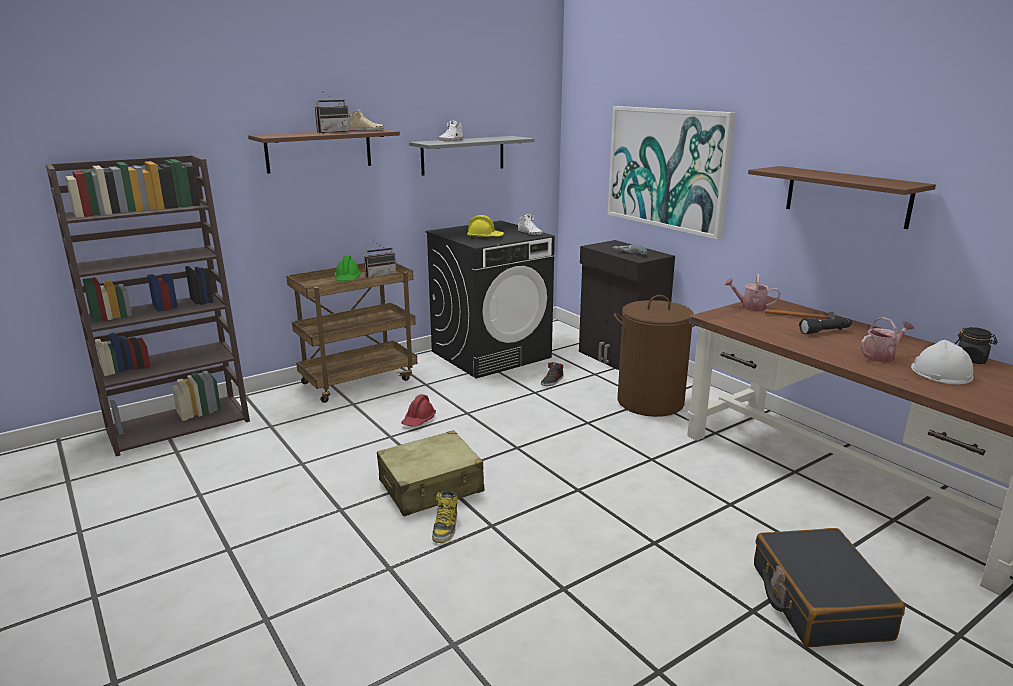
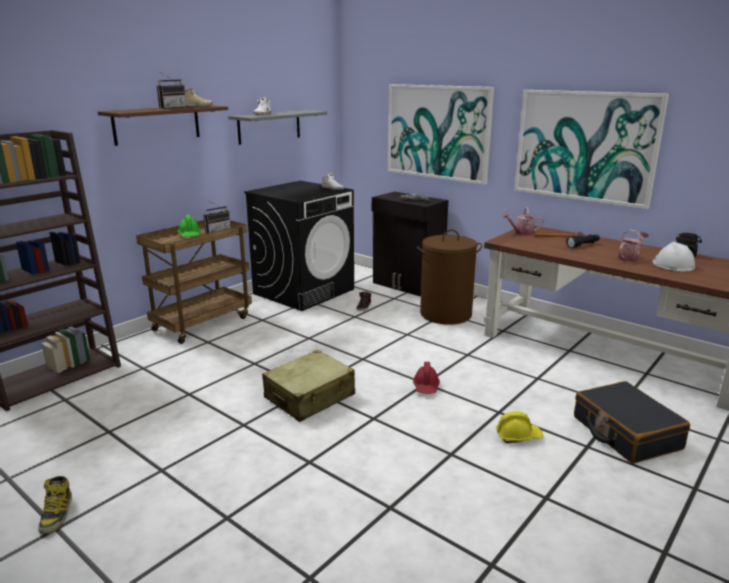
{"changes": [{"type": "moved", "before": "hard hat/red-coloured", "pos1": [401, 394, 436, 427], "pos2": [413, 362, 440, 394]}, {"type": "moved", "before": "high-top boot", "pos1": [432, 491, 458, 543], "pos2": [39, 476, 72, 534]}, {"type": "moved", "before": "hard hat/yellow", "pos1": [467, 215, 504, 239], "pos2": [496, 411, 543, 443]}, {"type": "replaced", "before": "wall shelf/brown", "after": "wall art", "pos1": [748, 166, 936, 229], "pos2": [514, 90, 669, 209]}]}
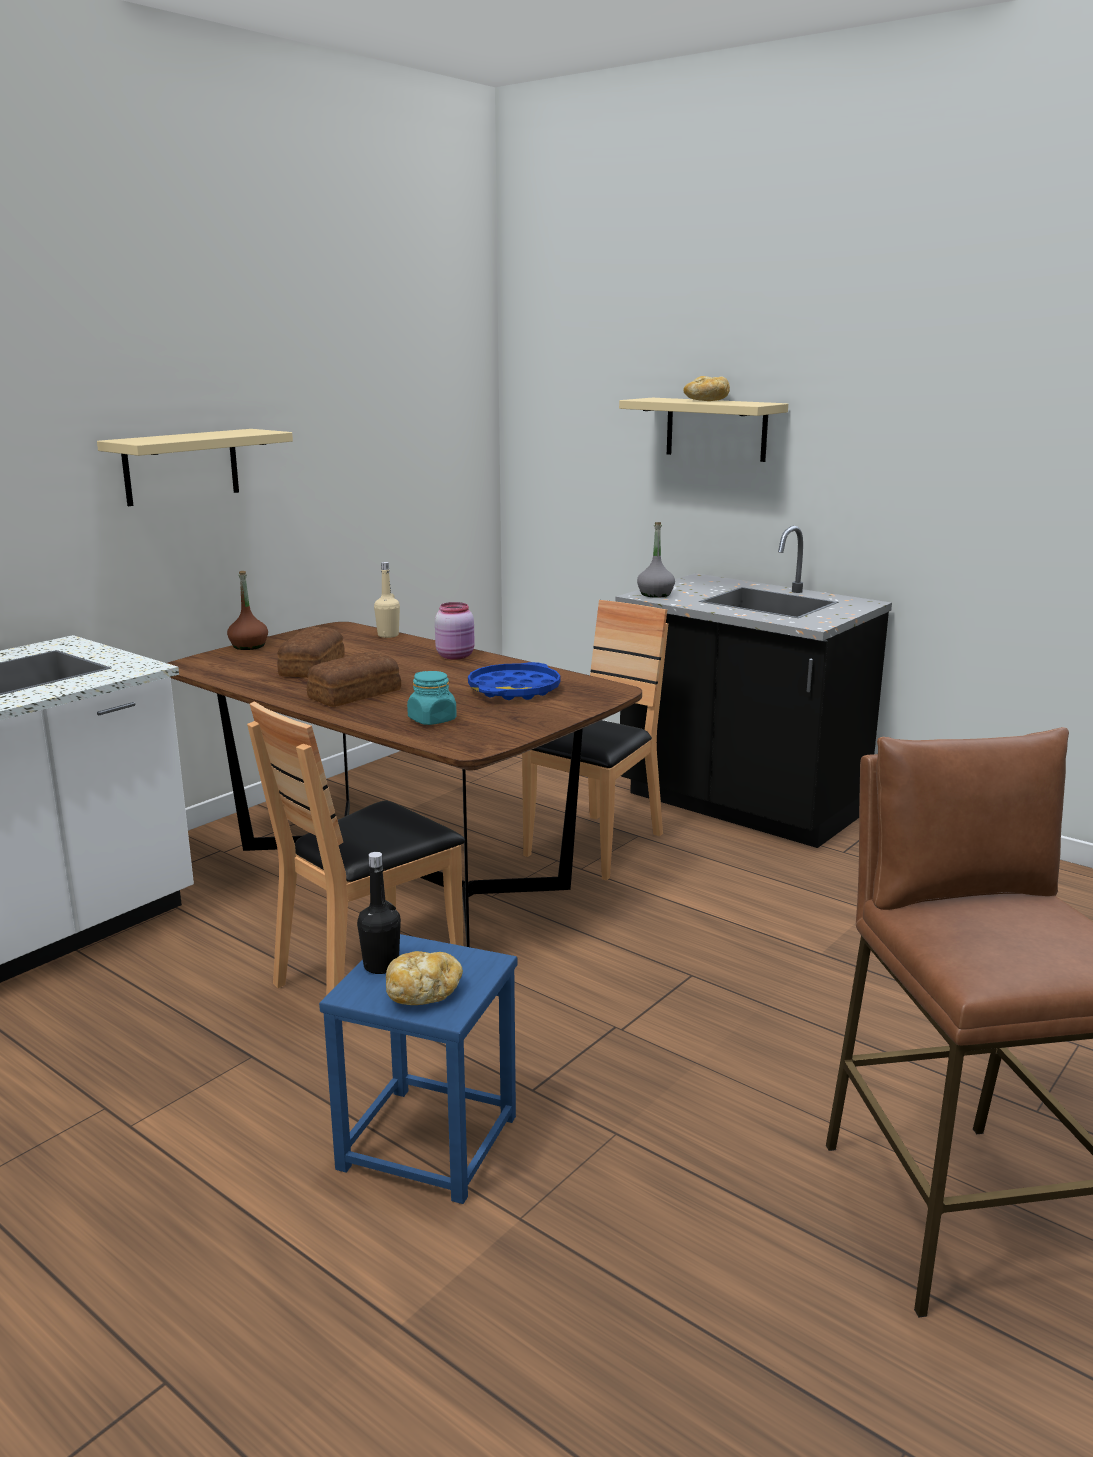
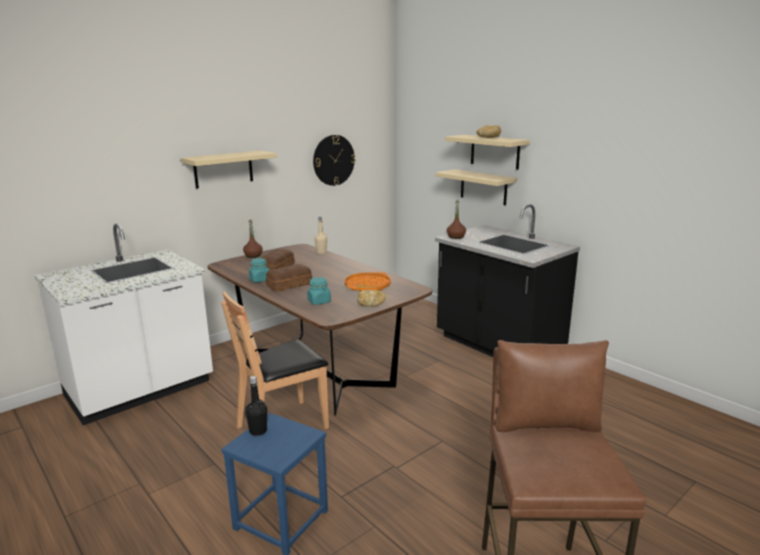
{"changes": [{"type": "moved", "before": "baked bread", "pos1": [386, 951, 463, 1005], "pos2": [357, 290, 386, 307]}, {"type": "removed", "before": "jar/pink", "pos1": [435, 602, 475, 660]}, {"type": "recoloured", "before": "carrying tray/blue", "after": "carrying tray/orange", "pos1": [468, 662, 560, 700], "pos2": [345, 272, 391, 291]}, {"type": "removed", "before": "plain chair/brown", "pos1": [522, 600, 668, 880]}, {"type": "recoloured", "before": "beverage bottle/grey", "after": "beverage bottle/brown", "pos1": [637, 522, 675, 598], "pos2": [447, 201, 466, 239]}, {"type": "added", "after": "jar/turquoise-coloured", "pos2": [249, 258, 269, 282]}, {"type": "added", "after": "hanging clock", "pos2": [313, 135, 355, 186]}, {"type": "added", "after": "wall shelf/beige-coloured", "pos2": [435, 169, 517, 206]}]}
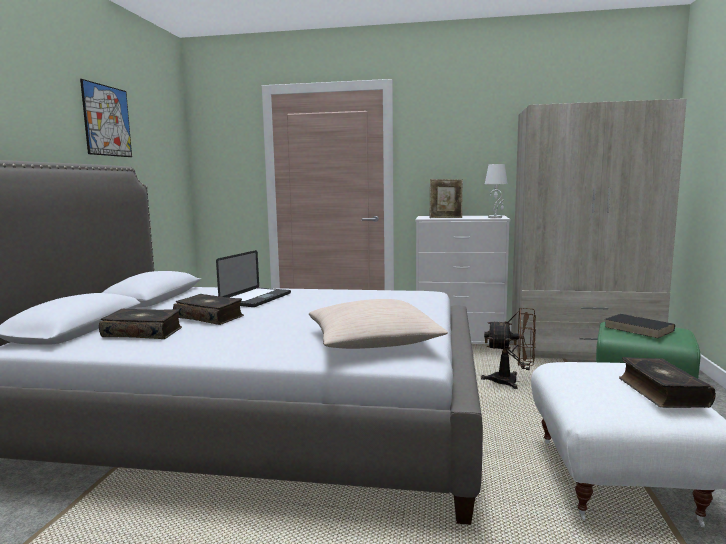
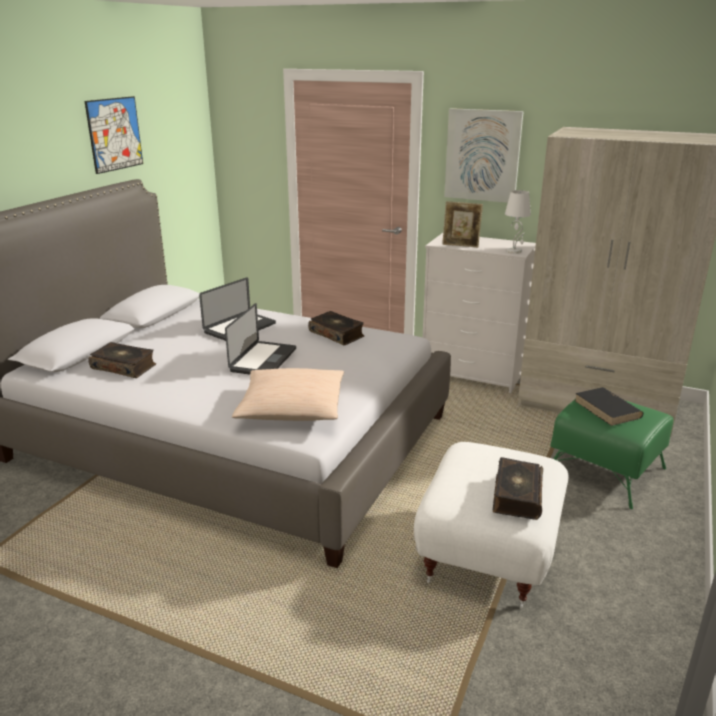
{"changes": [{"type": "moved", "before": "volume", "pos1": [173, 294, 244, 325], "pos2": [308, 311, 364, 345]}, {"type": "removed", "before": "electric fan/brown", "pos1": [481, 308, 536, 389]}, {"type": "added", "after": "notebook computer", "pos2": [225, 303, 296, 375]}, {"type": "added", "after": "wall art", "pos2": [444, 108, 524, 203]}]}
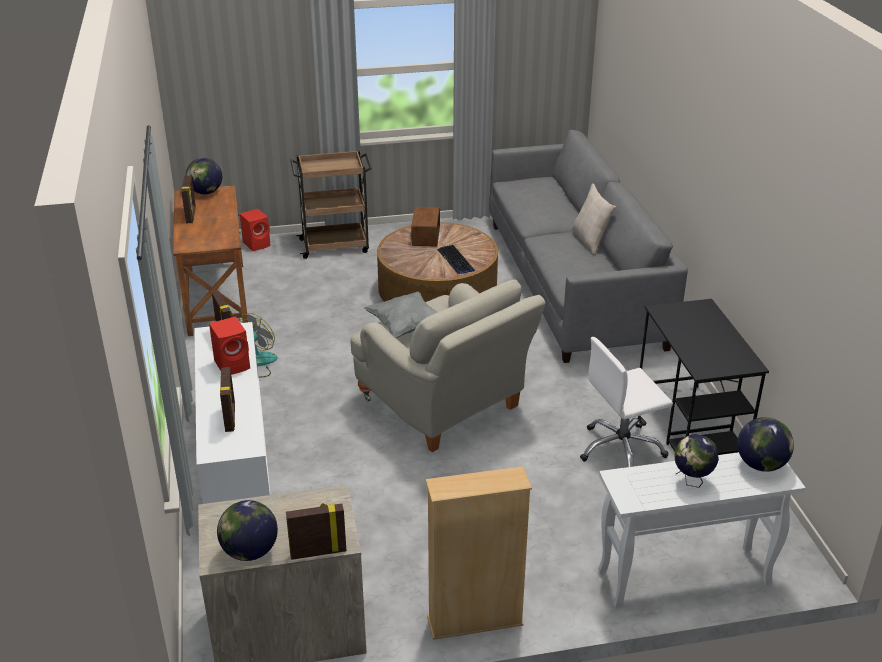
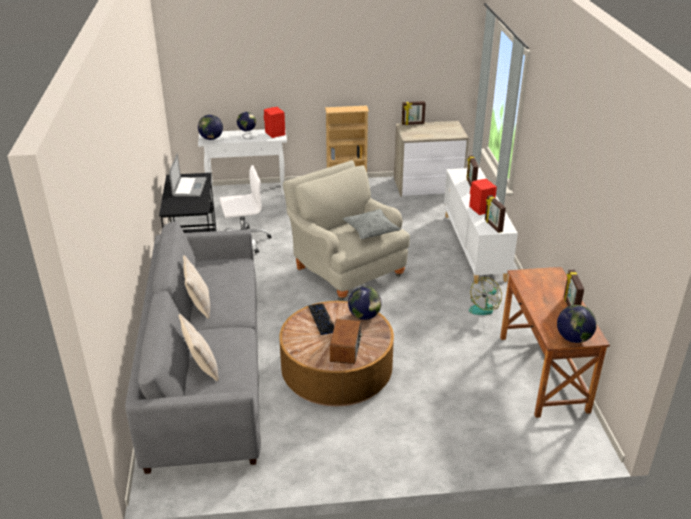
{"changes": [{"type": "moved", "before": "desk globe", "pos1": [217, 500, 278, 561], "pos2": [348, 286, 382, 320]}, {"type": "moved", "before": "audio speaker/red-coloured", "pos1": [240, 209, 271, 251], "pos2": [264, 107, 285, 138]}, {"type": "removed", "before": "wheeled cart/brown", "pos1": [290, 151, 372, 259]}, {"type": "added", "after": "notebook computer", "pos2": [169, 154, 207, 197]}, {"type": "added", "after": "throw pillow/beige-coloured", "pos2": [179, 314, 219, 381]}]}
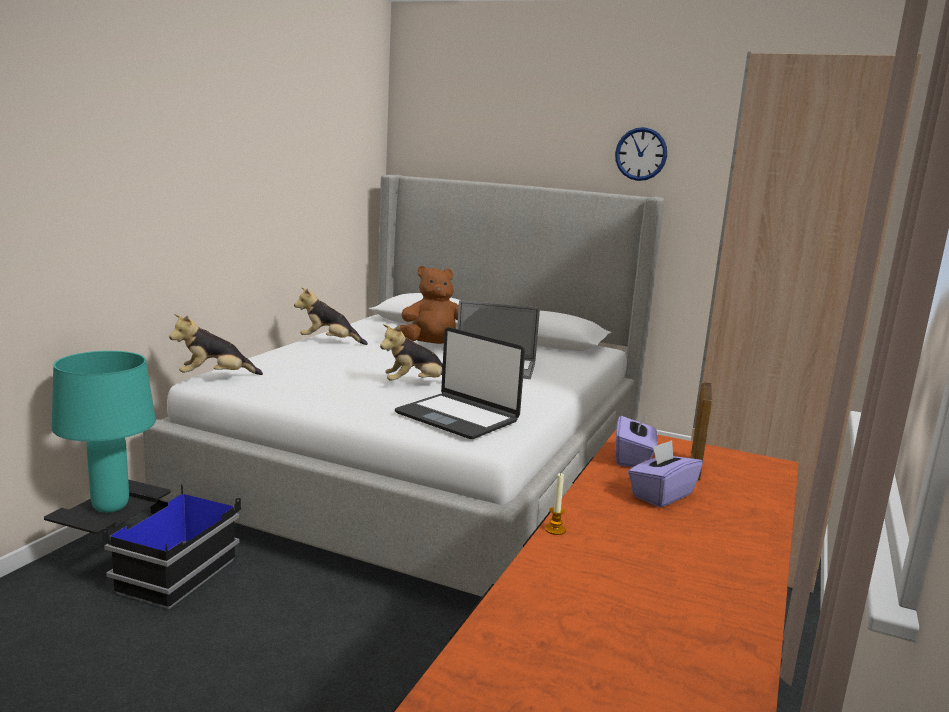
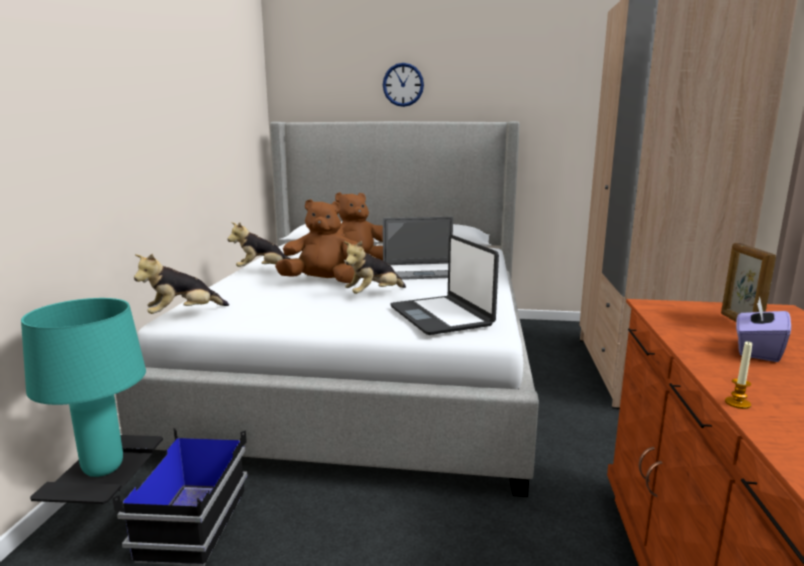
{"changes": [{"type": "turned", "before": "notebook computer", "pos1": [395, 327, 525, 439], "pos2": [390, 235, 499, 335], "turn": 45}, {"type": "moved", "before": "hanging clock", "pos1": [615, 127, 667, 181], "pos2": [383, 63, 424, 107]}, {"type": "removed", "before": "tissue holder/purple-coloured", "pos1": [615, 413, 658, 467]}, {"type": "added", "after": "soft toy/brown", "pos2": [275, 199, 357, 283]}]}
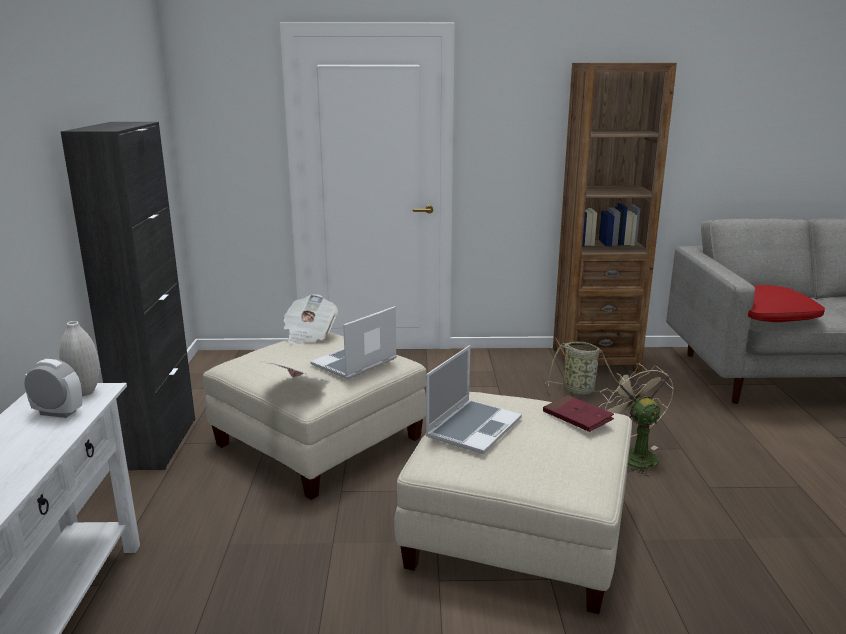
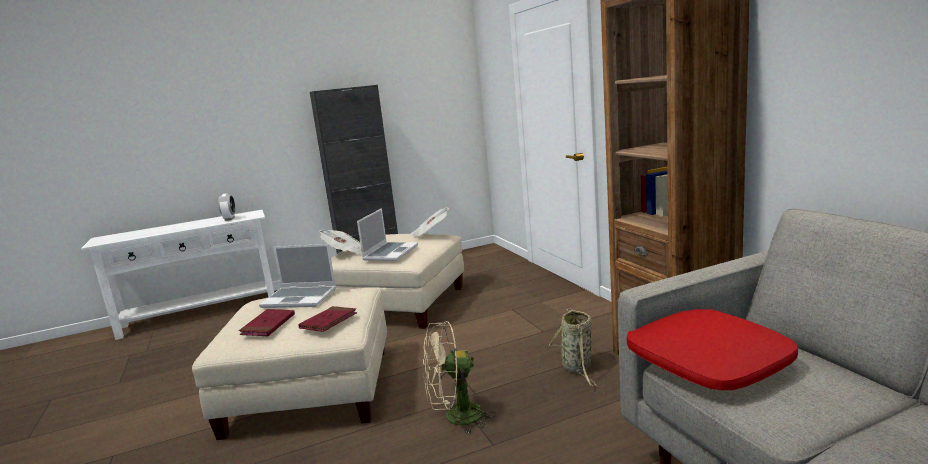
{"changes": [{"type": "removed", "before": "vase/white", "pos1": [59, 321, 99, 396]}, {"type": "turned", "before": "notebook computer", "pos1": [310, 306, 397, 379], "pos2": [357, 208, 418, 261], "turn": 90}, {"type": "turned", "before": "electric fan/beige-coloured", "pos1": [599, 363, 674, 476], "pos2": [423, 321, 496, 434], "turn": -150}, {"type": "added", "after": "volume/red-coloured", "pos2": [239, 309, 295, 337]}]}
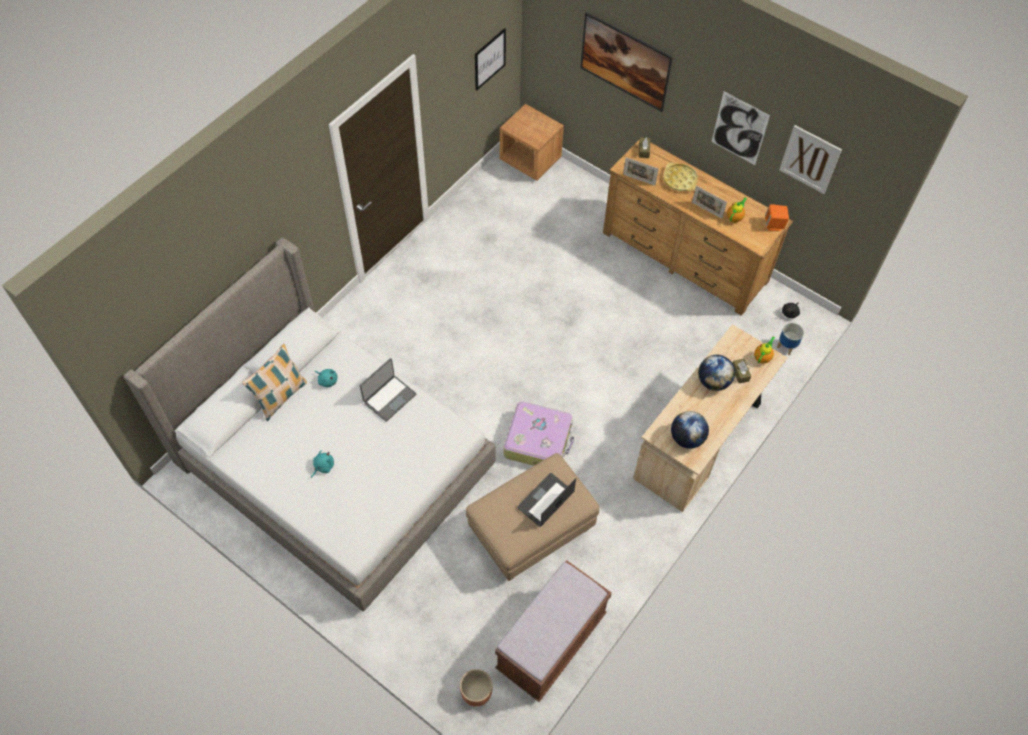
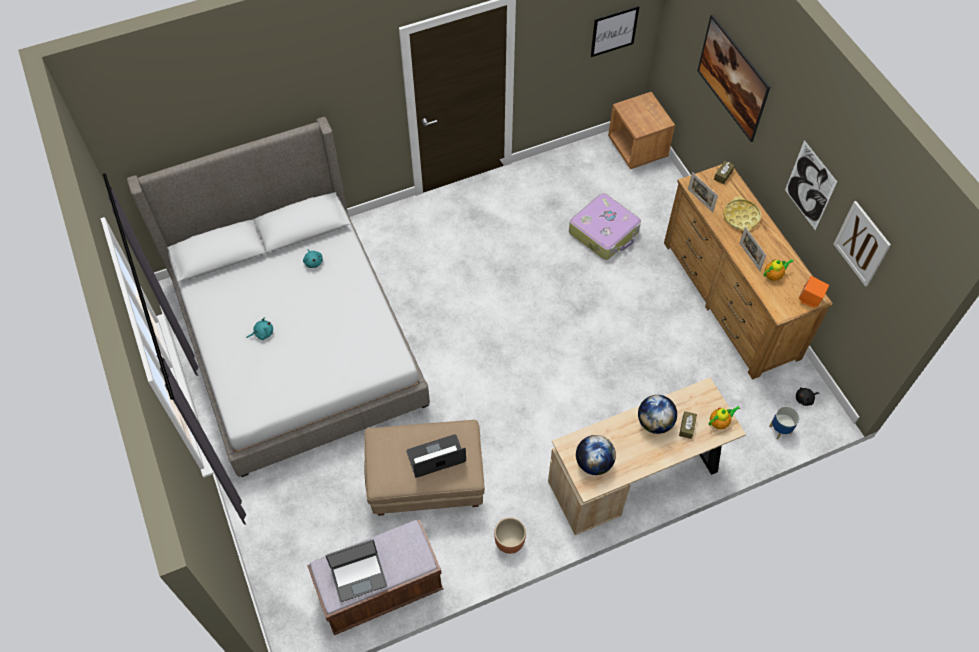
{"changes": [{"type": "removed", "before": "throw pillow", "pos1": [242, 344, 307, 421]}, {"type": "moved", "before": "notebook computer", "pos1": [360, 358, 417, 422], "pos2": [326, 539, 387, 602]}, {"type": "moved", "before": "flower pot/brown", "pos1": [460, 669, 493, 706], "pos2": [494, 517, 526, 554]}, {"type": "moved", "before": "travel case", "pos1": [504, 401, 574, 466], "pos2": [569, 193, 641, 260]}]}
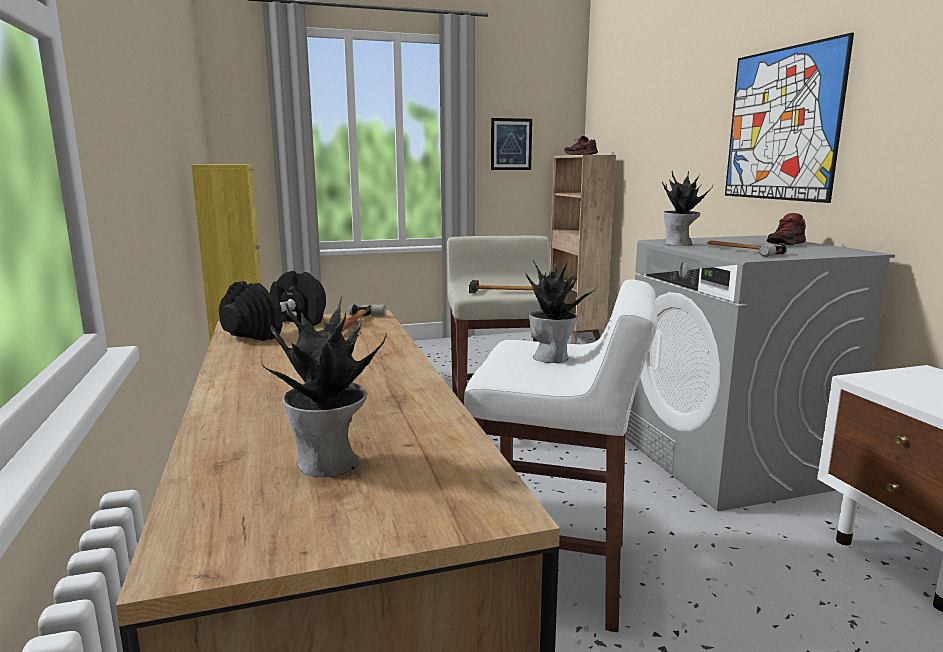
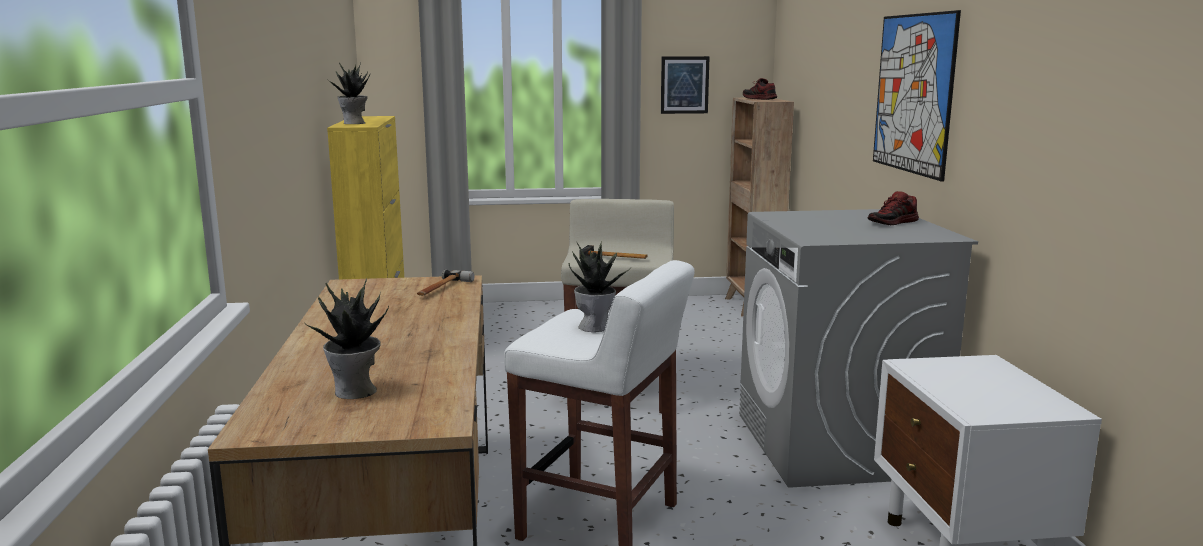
{"changes": [{"type": "removed", "before": "free weight/black-coloured", "pos1": [219, 271, 326, 341]}, {"type": "moved", "before": "plant in a pot", "pos1": [662, 171, 713, 246], "pos2": [328, 62, 370, 124]}, {"type": "removed", "before": "tool hammer", "pos1": [707, 240, 787, 257]}]}
